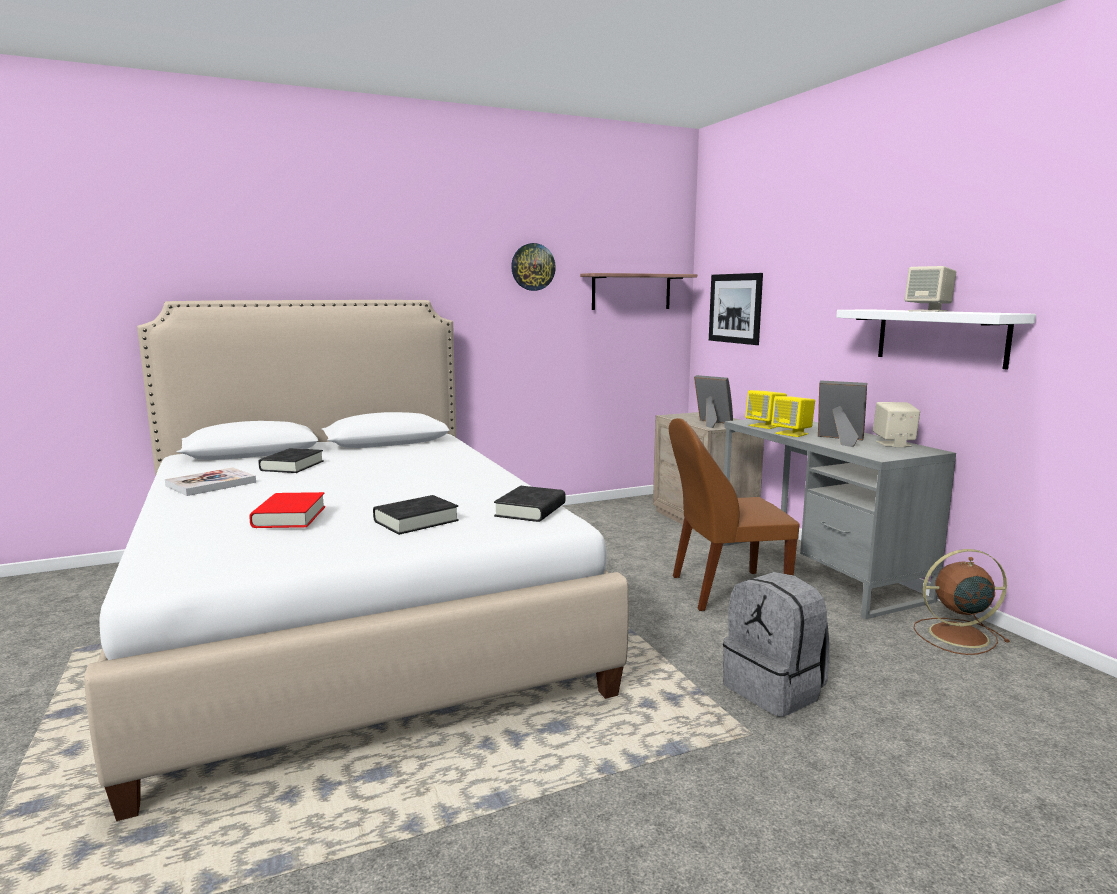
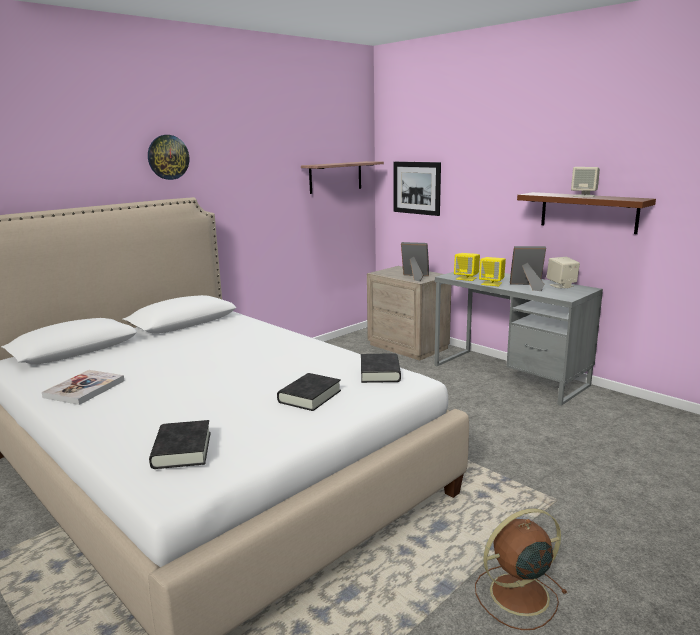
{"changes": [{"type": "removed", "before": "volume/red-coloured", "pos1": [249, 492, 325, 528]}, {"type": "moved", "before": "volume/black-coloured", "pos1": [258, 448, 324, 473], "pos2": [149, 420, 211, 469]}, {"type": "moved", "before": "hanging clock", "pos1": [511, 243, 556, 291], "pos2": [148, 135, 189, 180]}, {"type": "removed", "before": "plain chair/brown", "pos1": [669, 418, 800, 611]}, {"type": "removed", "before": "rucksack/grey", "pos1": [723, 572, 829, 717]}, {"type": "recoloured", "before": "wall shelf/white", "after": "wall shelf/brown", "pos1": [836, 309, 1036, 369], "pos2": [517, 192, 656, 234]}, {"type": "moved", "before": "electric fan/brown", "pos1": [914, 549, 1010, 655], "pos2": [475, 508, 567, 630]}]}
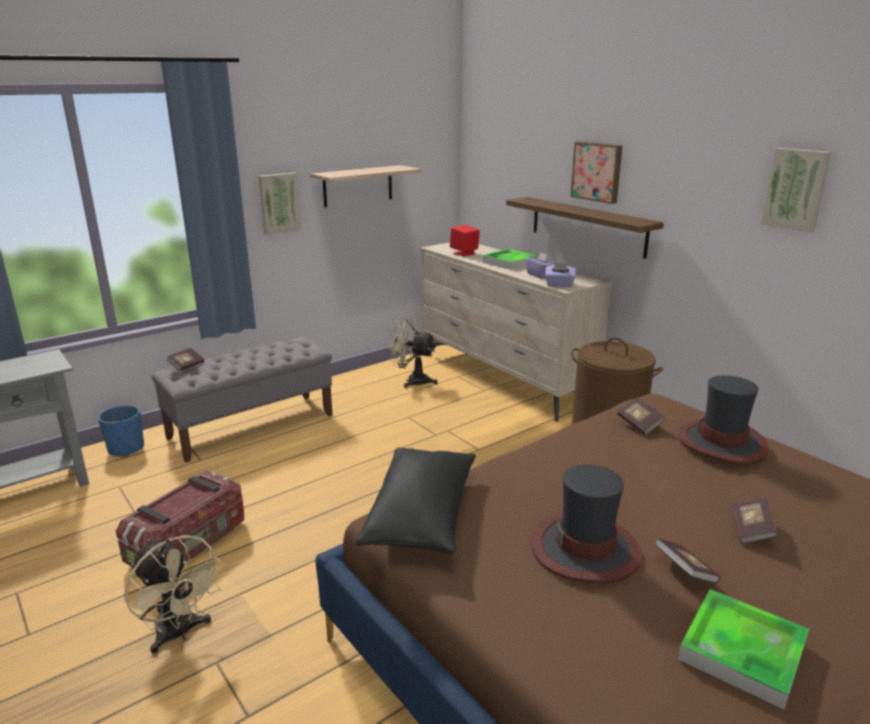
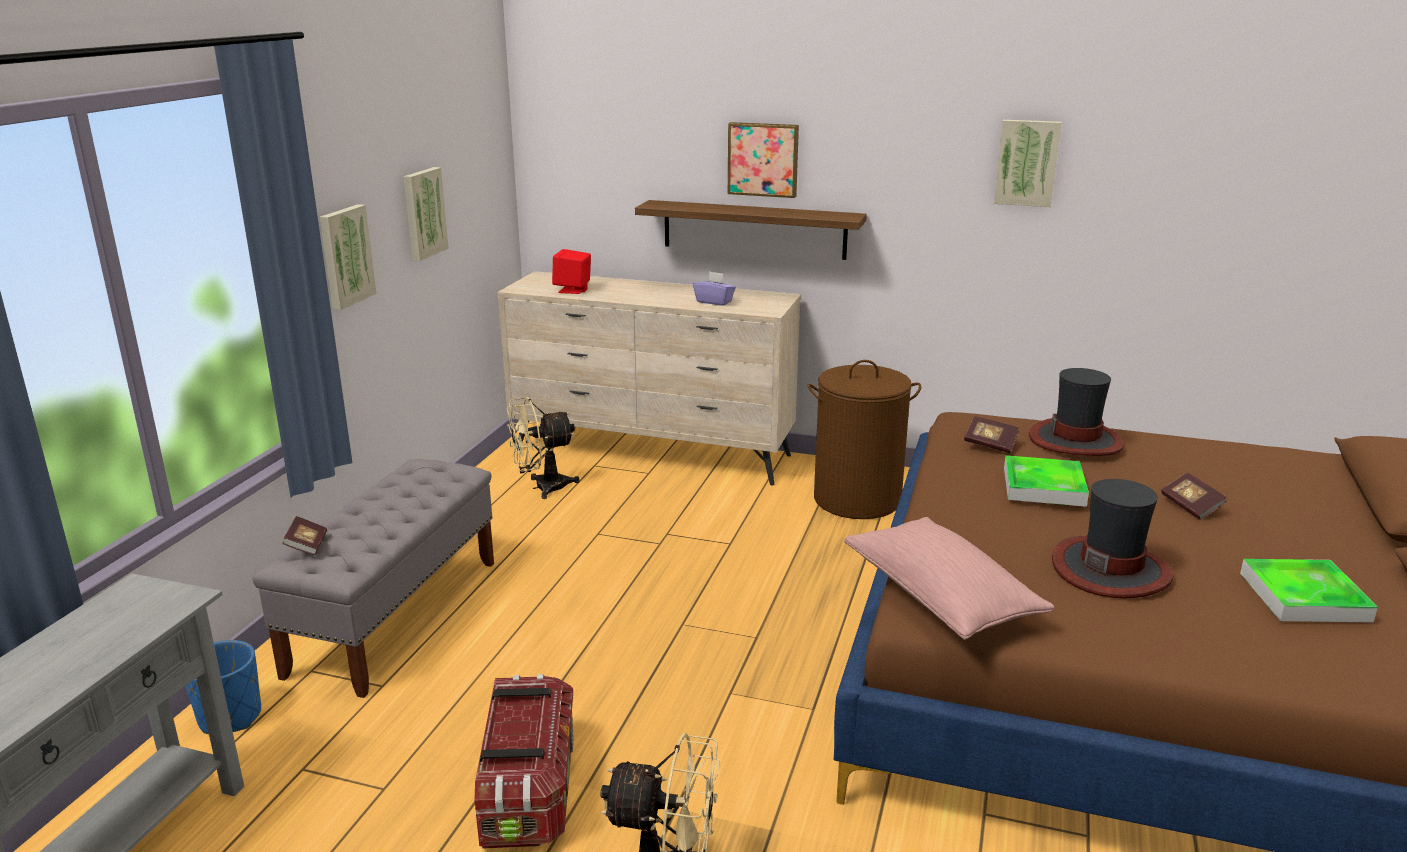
{"changes": [{"type": "replaced", "before": "wall shelf", "after": "wall art", "pos1": [311, 165, 421, 208], "pos2": [404, 167, 449, 261]}, {"type": "recoloured", "before": "throw pillow/black-coloured", "after": "throw pillow/pink", "pos1": [356, 448, 476, 554], "pos2": [844, 517, 1055, 640]}, {"type": "moved", "before": "carrying tray", "pos1": [482, 249, 538, 270], "pos2": [1004, 455, 1089, 507]}, {"type": "removed", "before": "tissue holder/purple-coloured", "pos1": [545, 263, 576, 287]}, {"type": "removed", "before": "volume", "pos1": [654, 538, 720, 583]}]}
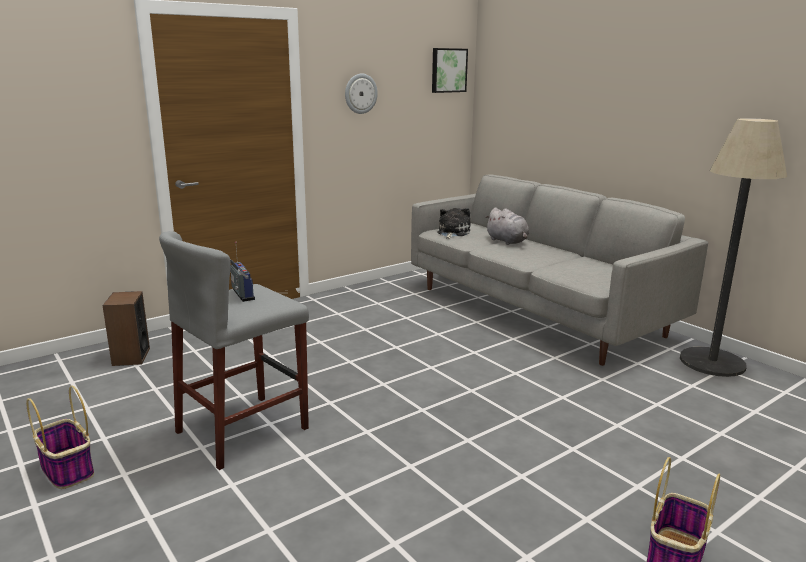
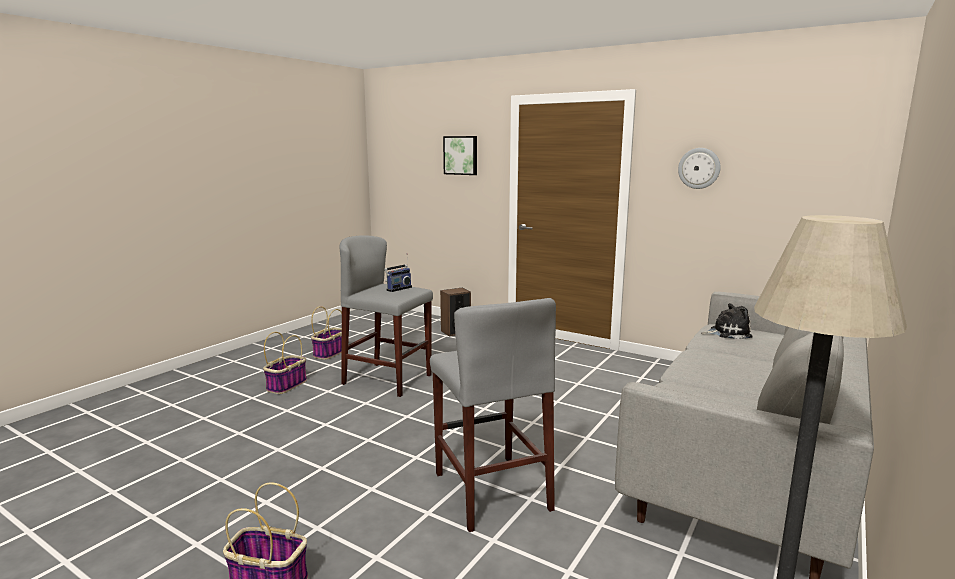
{"changes": [{"type": "moved", "before": "wall art", "pos1": [432, 48, 468, 93], "pos2": [443, 136, 477, 175]}, {"type": "removed", "before": "soft toy/grey", "pos1": [485, 208, 529, 245]}, {"type": "added", "after": "storage basket", "pos2": [263, 332, 307, 394]}, {"type": "added", "after": "stool/grey", "pos2": [430, 298, 556, 532]}]}
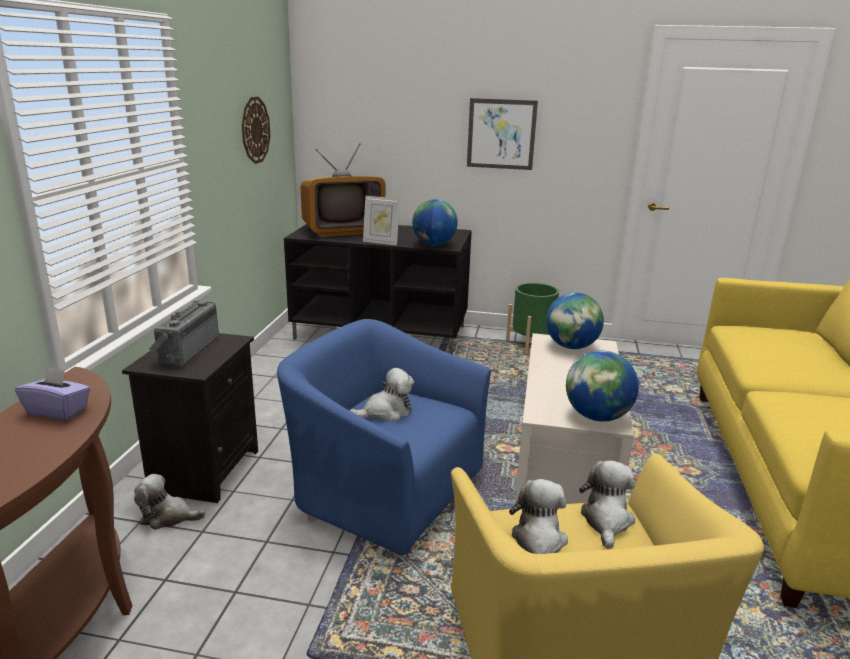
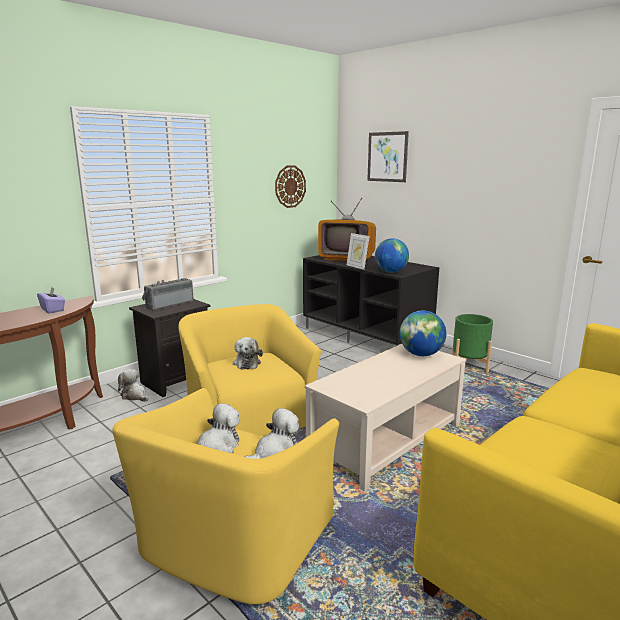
{"changes": [{"type": "recoloured", "before": "easy chair/blue", "after": "easy chair/yellow", "pos1": [277, 319, 491, 558], "pos2": [178, 304, 321, 436]}, {"type": "turned", "before": "soft toy", "pos1": [350, 368, 414, 422], "pos2": [233, 337, 263, 370], "turn": 75}, {"type": "moved", "before": "wall art", "pos1": [467, 98, 538, 170], "pos2": [367, 131, 409, 182]}, {"type": "removed", "before": "desk globe", "pos1": [566, 350, 639, 422]}]}
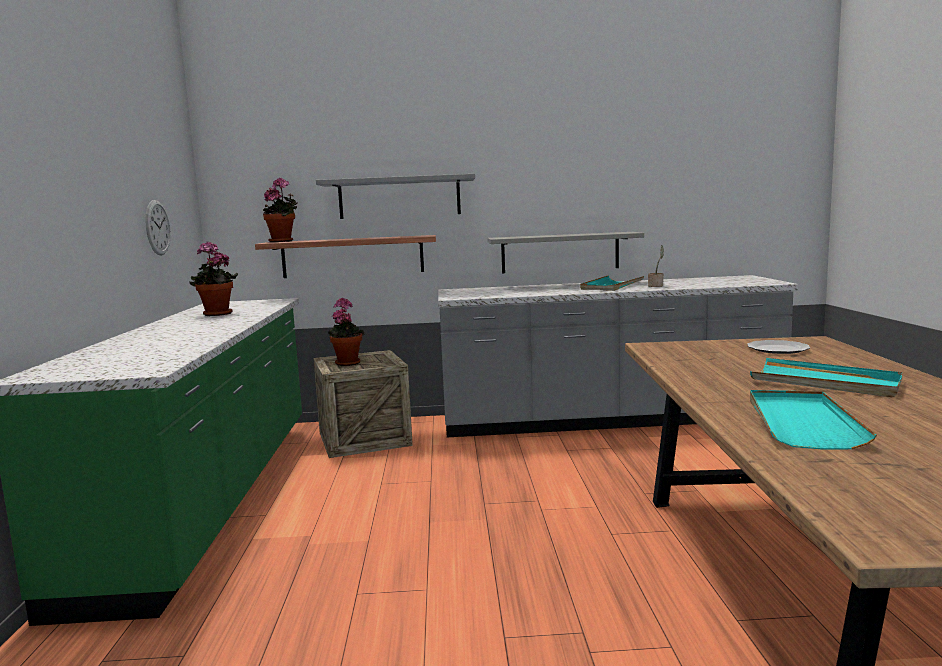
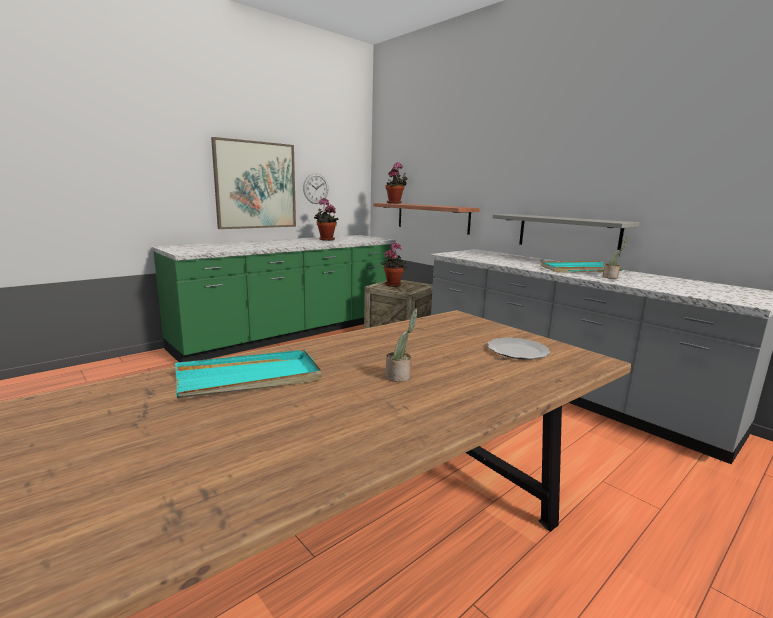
{"changes": [{"type": "removed", "before": "wall shelf/grey", "pos1": [316, 174, 475, 219]}, {"type": "replaced", "before": "carrying tray/turquoise-coloured", "after": "plant in a pot", "pos1": [750, 358, 903, 397], "pos2": [385, 308, 418, 382]}, {"type": "added", "after": "wall art", "pos2": [211, 137, 296, 229]}]}
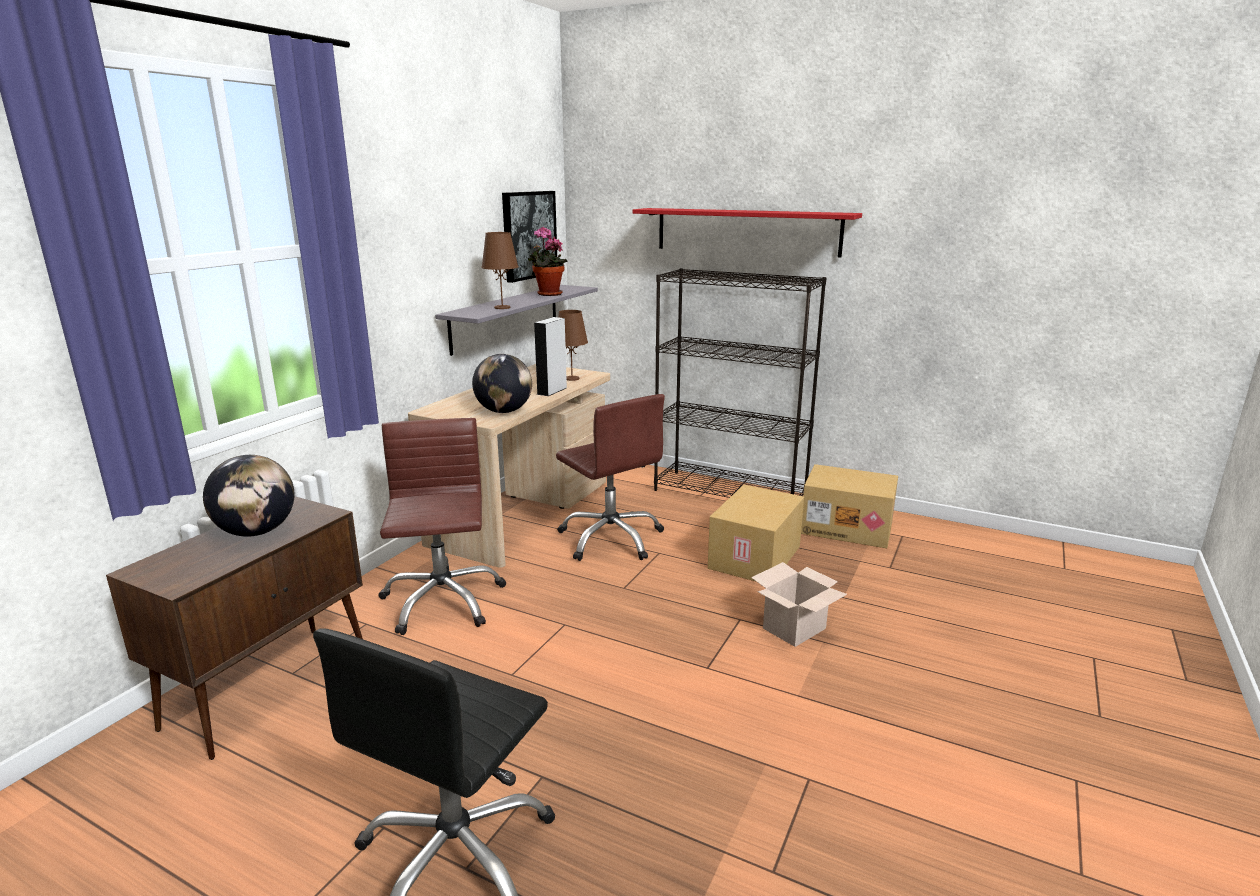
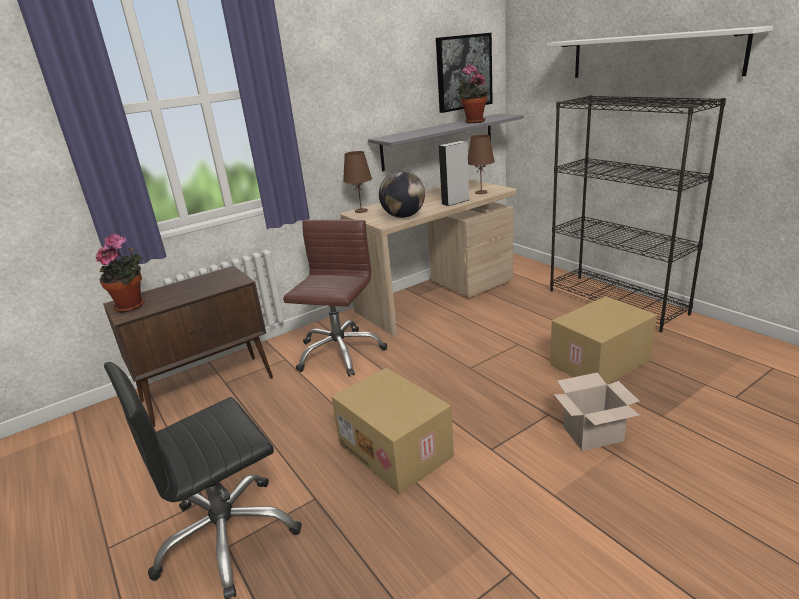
{"changes": [{"type": "removed", "before": "desk globe", "pos1": [203, 455, 294, 537]}, {"type": "moved", "before": "tabletop lamp/brown", "pos1": [481, 232, 519, 309], "pos2": [343, 151, 372, 213]}, {"type": "removed", "before": "office chair/brown", "pos1": [556, 394, 665, 561]}, {"type": "recoloured", "before": "wall shelf/red-coloured", "after": "wall shelf/white", "pos1": [633, 208, 862, 257], "pos2": [547, 26, 773, 78]}, {"type": "moved", "before": "carton", "pos1": [801, 464, 898, 548], "pos2": [332, 368, 454, 495]}, {"type": "added", "after": "plant in a pot", "pos2": [96, 233, 144, 312]}]}
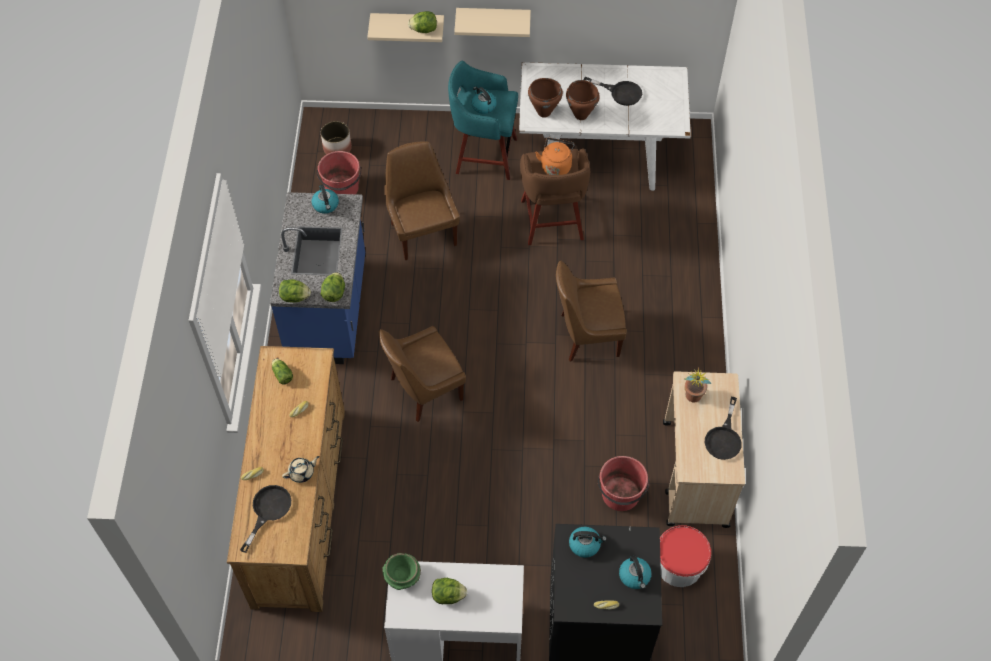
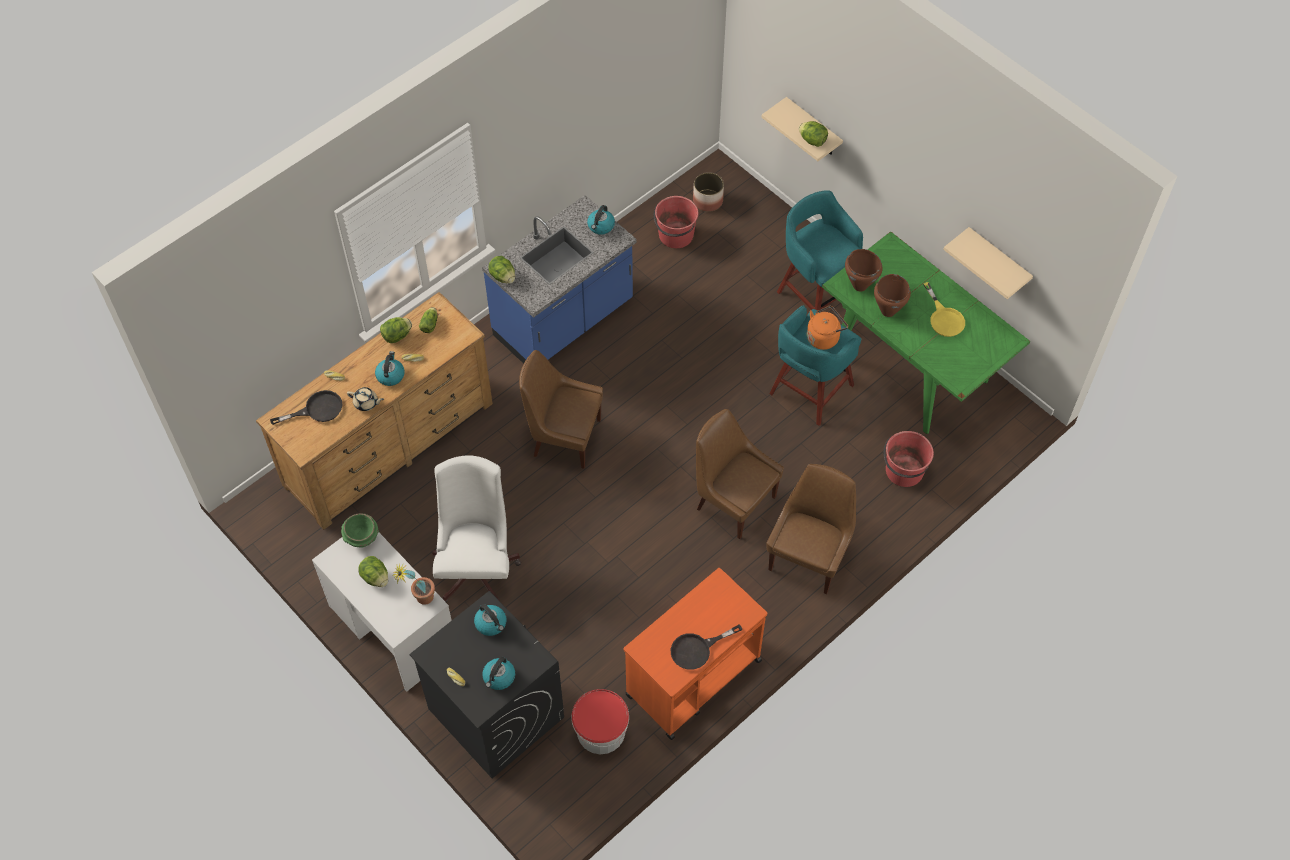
{"changes": [{"type": "moved", "before": "lettuce", "pos1": [321, 272, 345, 302], "pos2": [380, 317, 412, 343]}, {"type": "moved", "before": "plain chair/brown", "pos1": [385, 141, 460, 260], "pos2": [766, 464, 856, 594]}, {"type": "moved", "before": "wall shelf/beige-coloured", "pos1": [454, 8, 531, 37], "pos2": [943, 227, 1033, 299]}, {"type": "moved", "before": "tea kettle", "pos1": [471, 87, 496, 114], "pos2": [375, 351, 405, 386]}, {"type": "recoloured", "before": "dining table/white", "after": "dining table/green-coloured", "pos1": [519, 62, 691, 191], "pos2": [822, 231, 1030, 434]}, {"type": "recoloured", "before": "stool/brown", "after": "stool/turquoise-coloured", "pos1": [520, 148, 590, 245], "pos2": [769, 305, 861, 426]}, {"type": "recoloured", "before": "skillet/black-coloured", "after": "skillet/yellow", "pos1": [584, 77, 642, 106], "pos2": [923, 282, 965, 337]}, {"type": "moved", "before": "water bucket/red-coloured", "pos1": [598, 456, 650, 511], "pos2": [883, 431, 934, 487]}, {"type": "recoloured", "before": "wheeled cart/beige-coloured", "after": "wheeled cart/orange", "pos1": [663, 371, 745, 528], "pos2": [624, 568, 767, 740]}, {"type": "moved", "before": "plant in a pot", "pos1": [684, 367, 711, 403], "pos2": [392, 564, 435, 605]}, {"type": "added", "after": "office chair/white", "pos2": [432, 455, 521, 602]}]}
